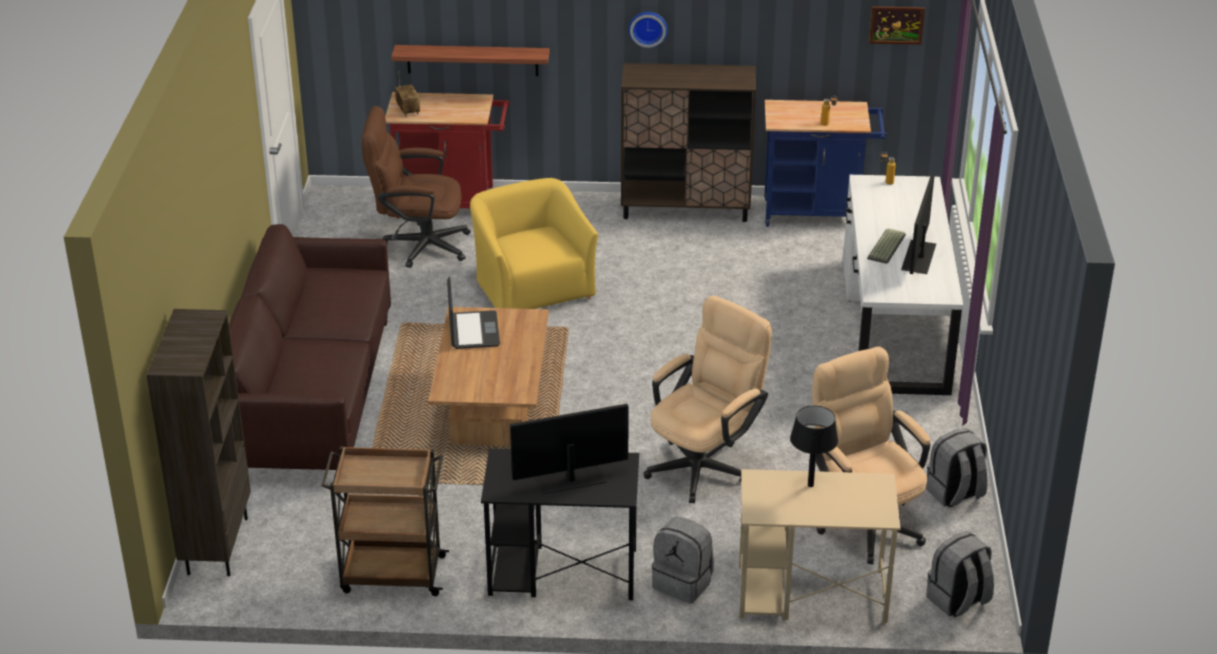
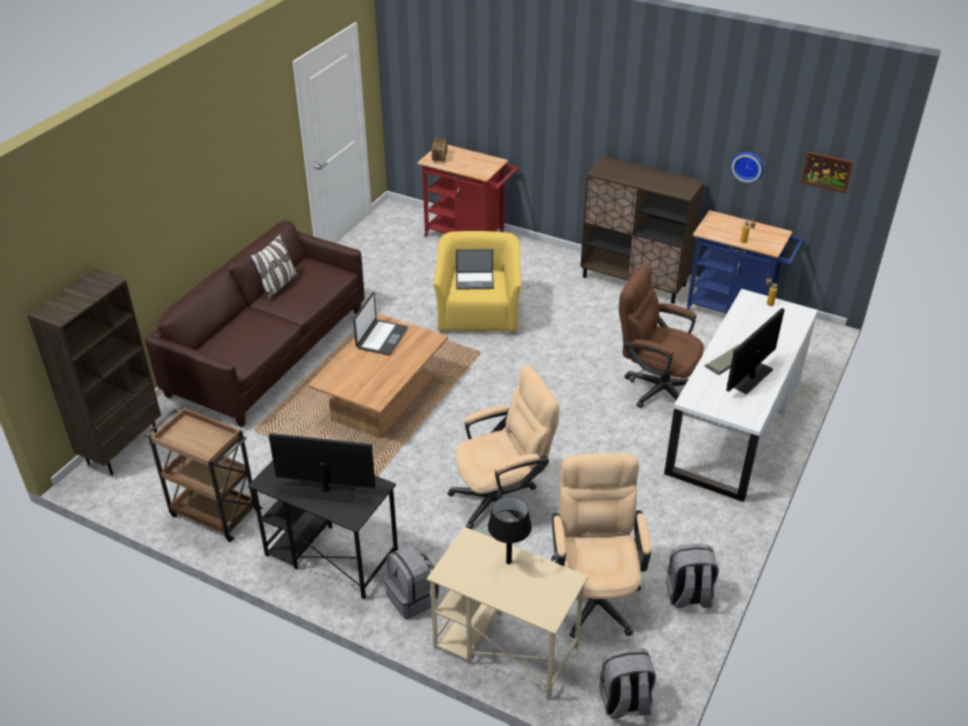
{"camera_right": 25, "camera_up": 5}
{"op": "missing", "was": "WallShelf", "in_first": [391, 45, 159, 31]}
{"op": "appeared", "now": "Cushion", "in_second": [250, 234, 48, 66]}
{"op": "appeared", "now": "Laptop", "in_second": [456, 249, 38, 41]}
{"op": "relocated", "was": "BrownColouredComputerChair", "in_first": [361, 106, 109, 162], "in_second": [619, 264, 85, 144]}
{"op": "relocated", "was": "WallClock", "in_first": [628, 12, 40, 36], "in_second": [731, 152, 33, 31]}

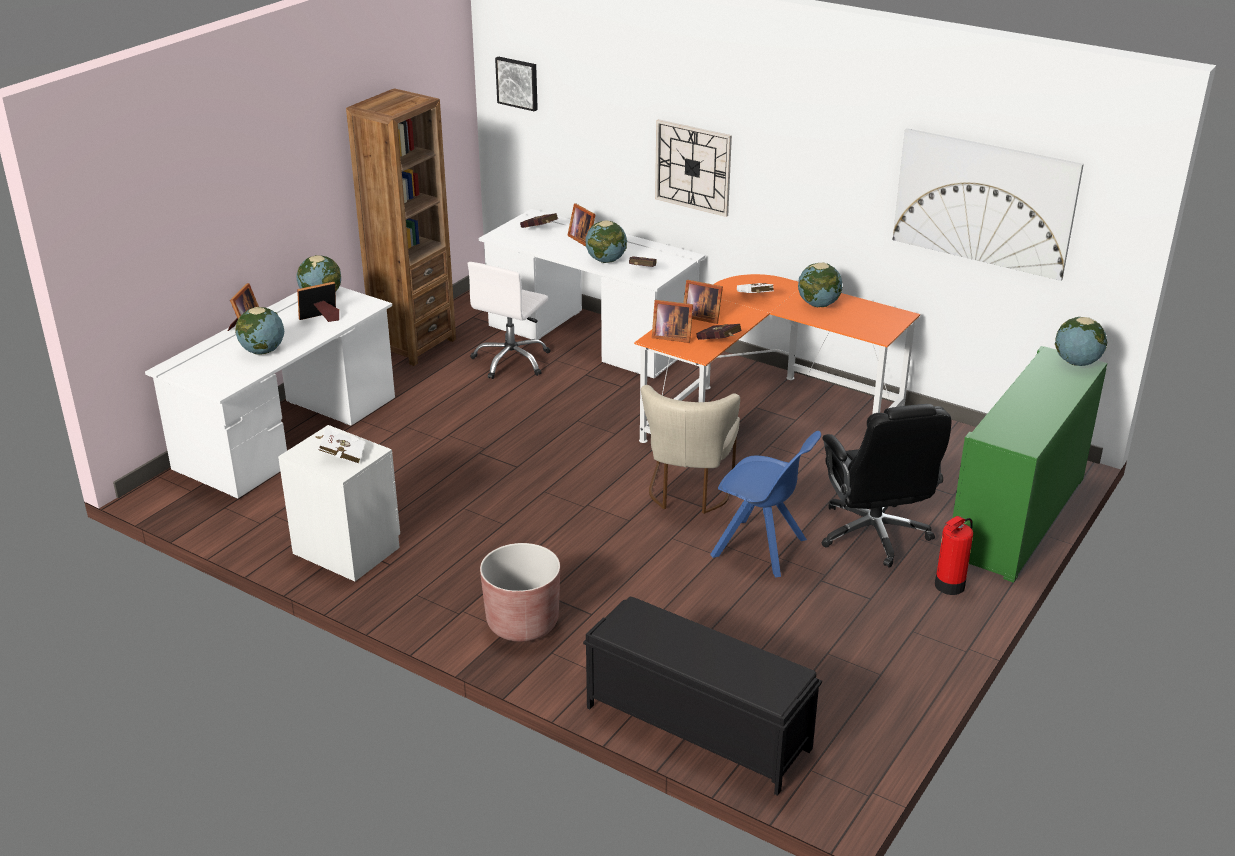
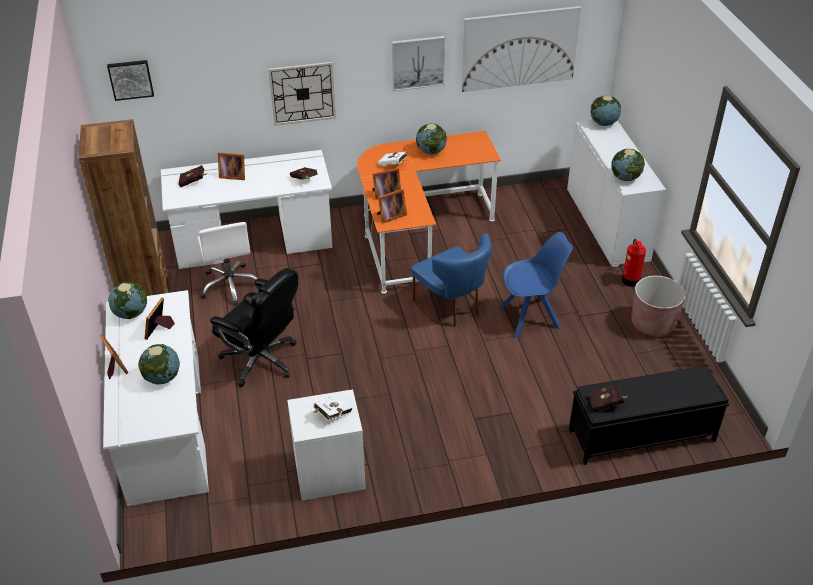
{"camera_right": -45, "camera_up": 10}
{"op": "appeared", "now": "Picture", "in_second": [392, 36, 53, 55]}
{"op": "relocated", "was": "BrownColouredPlanter", "in_first": [480, 543, 80, 99], "in_second": [631, 276, 54, 61]}
{"op": "relocated", "was": "DeskGlobe", "in_first": [585, 220, 42, 43], "in_second": [611, 149, 34, 32]}
{"op": "relocated", "was": "ReddishBook", "in_first": [696, 324, 46, 16], "in_second": [589, 384, 39, 28]}
{"op": "relocated", "was": "BlackComputerChair", "in_first": [822, 404, 129, 164], "in_second": [210, 268, 88, 119]}
{"op": "colour", "was": "BeigeColouredUprightChair", "now": "BlueColouredUprightChair", "in_first": [641, 385, 99, 129], "in_second": [411, 234, 81, 93]}
{"op": "colour", "was": "GreenColouredStorageCabinet", "now": "WhiteColouredStorageCabinet", "in_first": [953, 346, 154, 237], "in_second": [567, 119, 99, 148]}

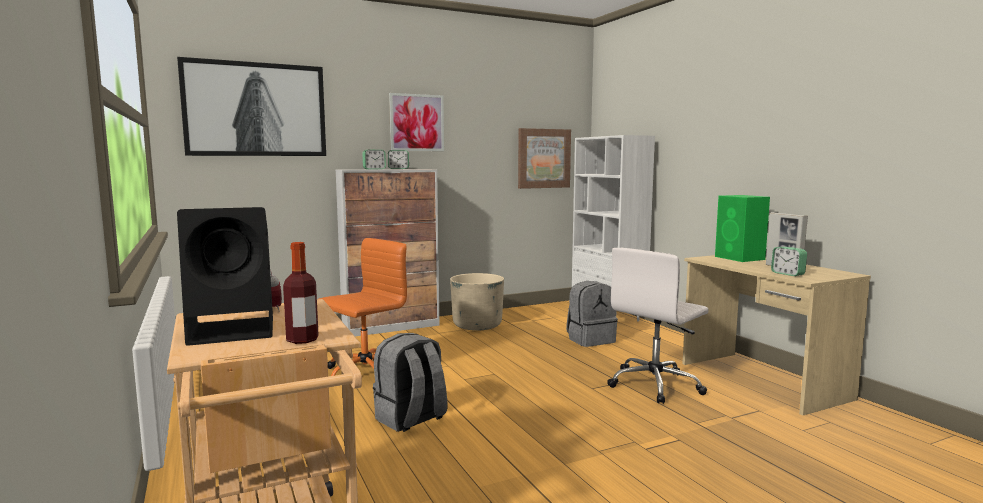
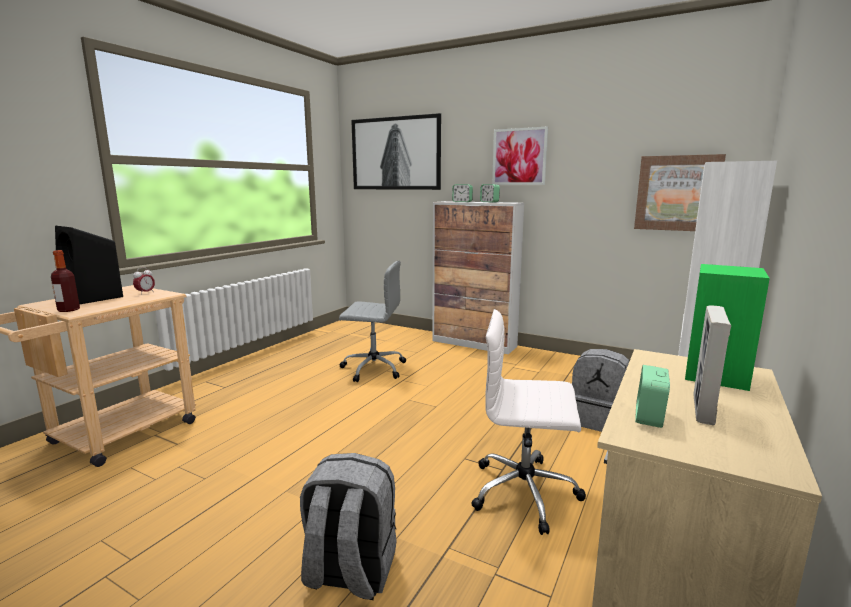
{"camera_right": 55, "camera_up": 5}
{"op": "missing", "was": "BeigeColouredPlanter", "in_first": [450, 273, 54, 58]}
{"op": "relocated", "was": "GrayBackpack", "in_first": [373, 333, 74, 99], "in_second": [300, 453, 97, 147]}
{"op": "colour", "was": "OrangeyComputerChair", "now": "GrayComputerChair", "in_first": [319, 238, 88, 138], "in_second": [339, 261, 67, 121]}

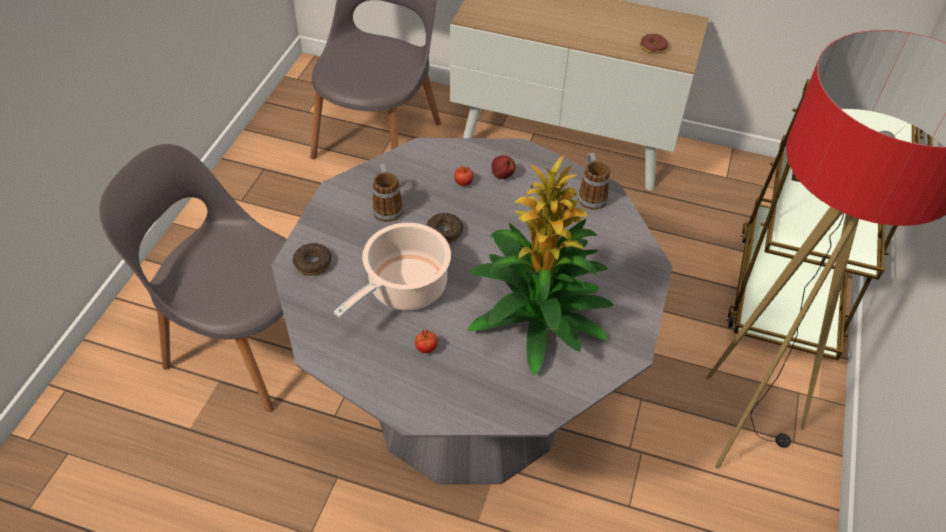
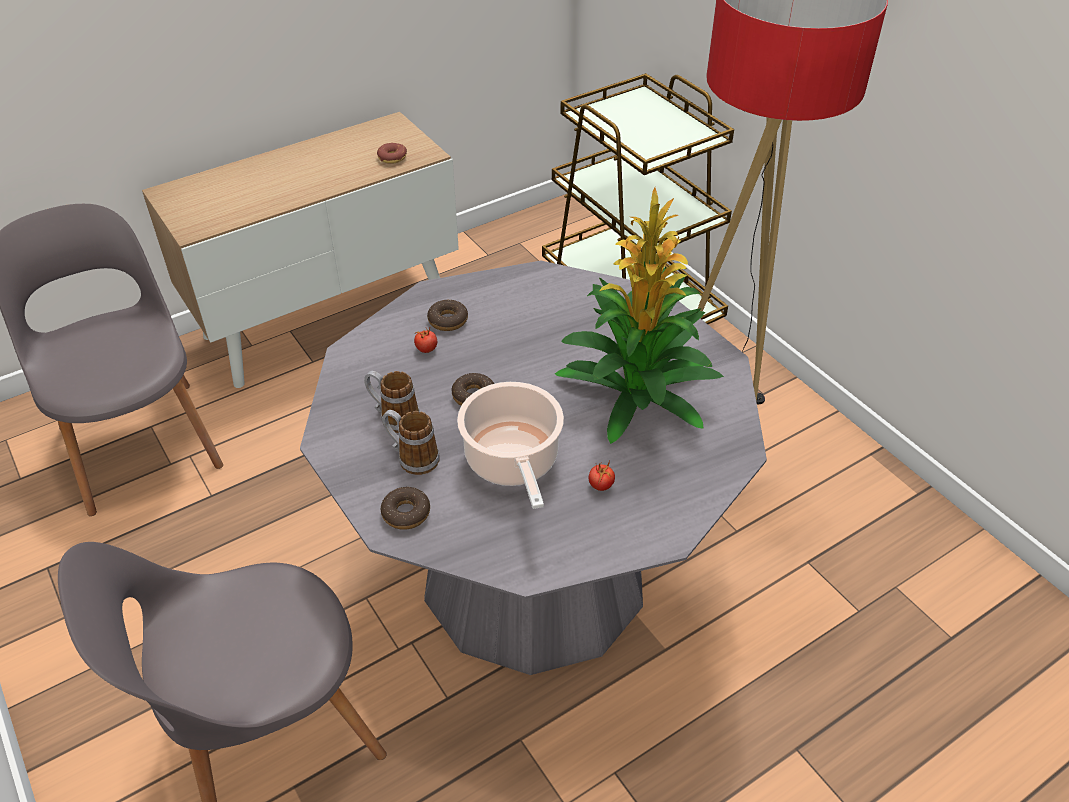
{"camera_right": -50, "camera_up": -5}
{"op": "relocated", "was": "TeaMug", "in_first": [578, 153, 32, 57], "in_second": [382, 410, 58, 65]}
{"op": "exchanged", "was": "WholeApple", "now": "Donut", "in_first": [492, 155, 24, 24], "in_second": [427, 300, 41, 31]}

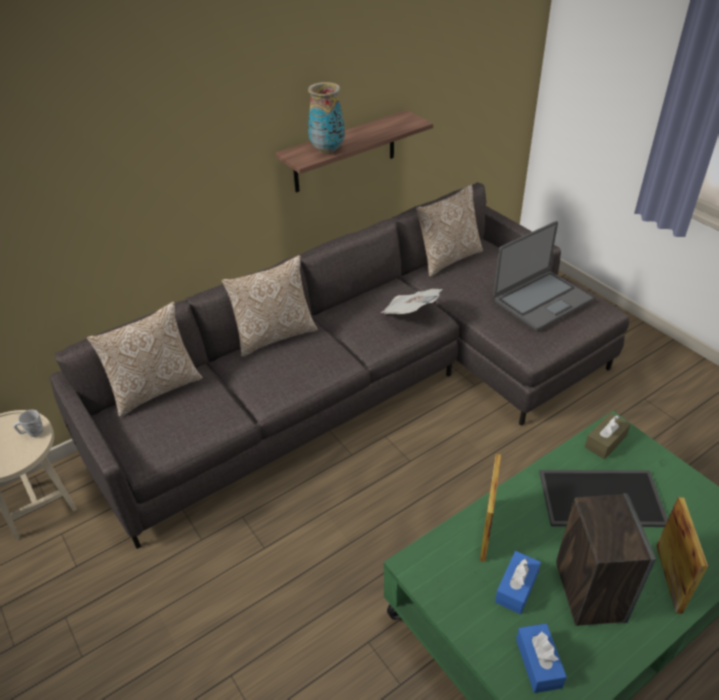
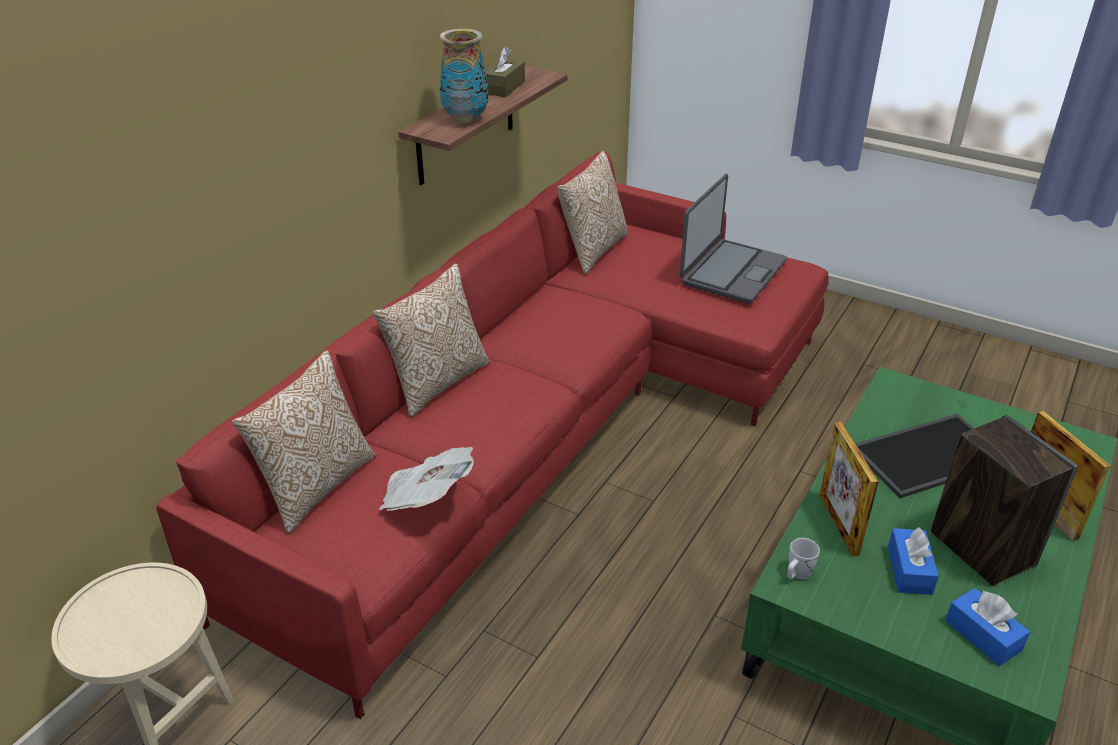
{"camera_right": -25, "camera_up": -5}
{"op": "relocated", "was": "WhiteColouredTeaMug", "in_first": [13, 410, 30, 27], "in_second": [788, 538, 32, 41]}
{"op": "relocated", "was": "DailyPaper", "in_first": [381, 289, 62, 25], "in_second": [379, 447, 95, 64]}
{"op": "relocated", "was": "BrownColouredBoxOfTissues", "in_first": [585, 413, 46, 46], "in_second": [485, 47, 40, 50]}
{"op": "colour", "was": "GraySofa", "now": "ReddishSofa", "in_first": [50, 182, 579, 367], "in_second": [157, 151, 672, 568]}

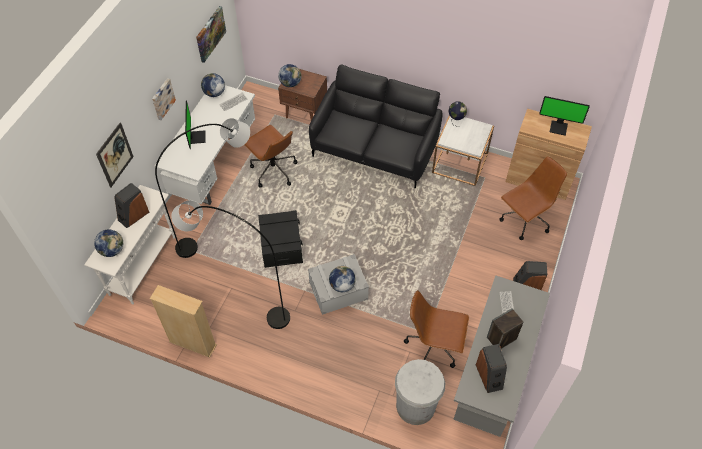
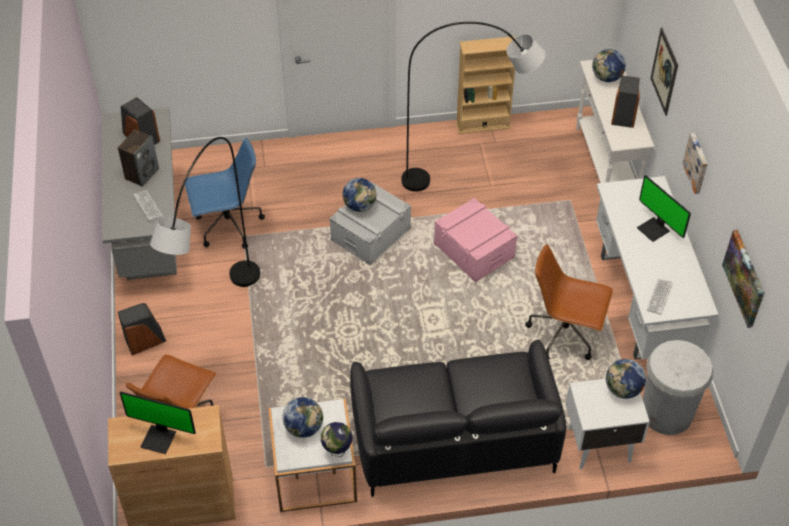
{"camera_right": 150, "camera_up": -5}
{"op": "relocated", "was": "GrayStandardLamp", "in_first": [155, 118, 95, 140], "in_second": [150, 137, 110, 150]}
{"op": "relocated", "was": "DeskGlobe", "in_first": [201, 73, 24, 24], "in_second": [283, 397, 40, 41]}
{"op": "relocated", "was": "WhiteColouredTrashCan", "in_first": [395, 359, 50, 66], "in_second": [643, 340, 70, 95]}
{"op": "colour", "was": "BlackStorageContainer", "now": "PinkishStorageContainer", "in_first": [258, 210, 45, 58], "in_second": [434, 198, 84, 84]}
{"op": "colour", "was": "BrownColouredNightTable", "now": "WhiteColouredNightTable", "in_first": [278, 69, 49, 51], "in_second": [566, 379, 84, 90]}
{"op": "colour", "was": "BrownColouredComputerChair", "now": "BlueColouredComputerChair", "in_first": [404, 290, 65, 78], "in_second": [185, 138, 80, 111]}
{"op": "spun", "was": "Monitor", "in_first": [539, 96, 51, 39], "in_second": [120, 392, 76, 62], "clockwise": -150}

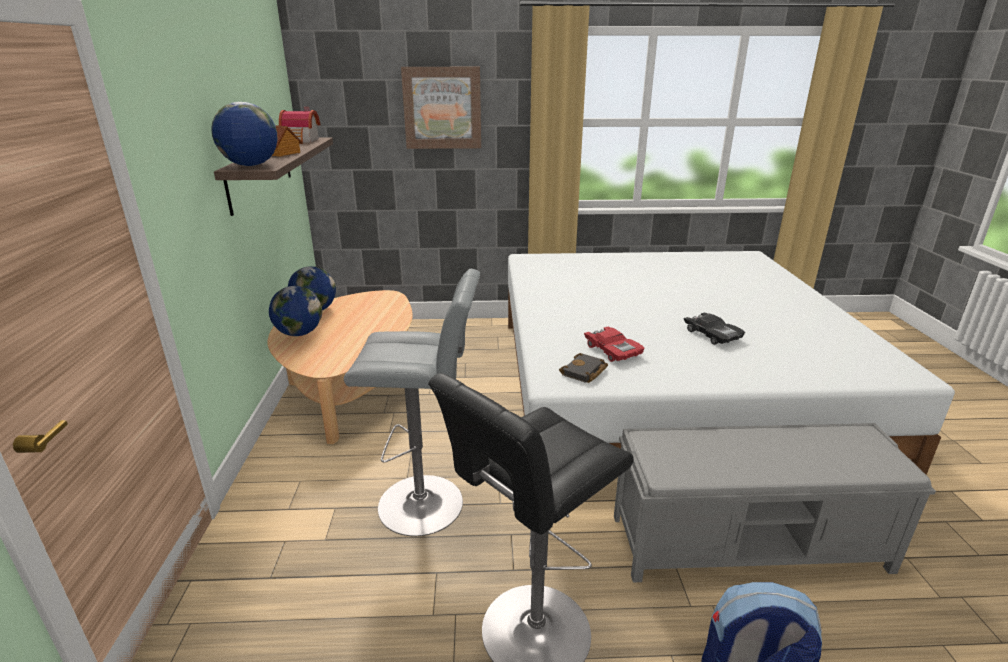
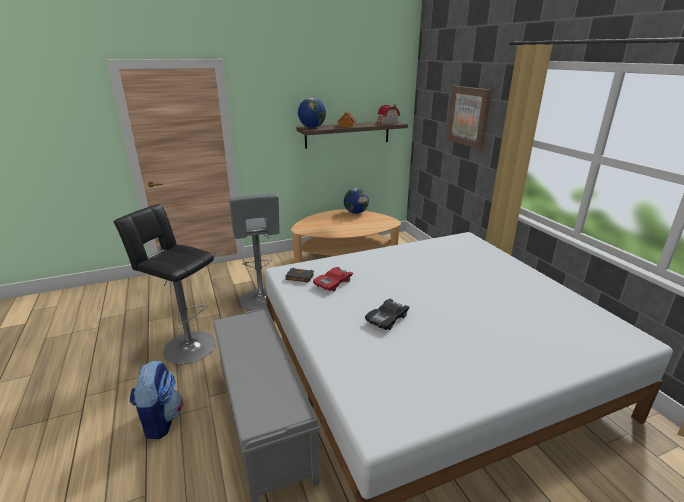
{"camera_right": 70, "camera_up": 0}
{"op": "missing", "was": "DeskGlobe", "in_first": [269, 286, 53, 50]}

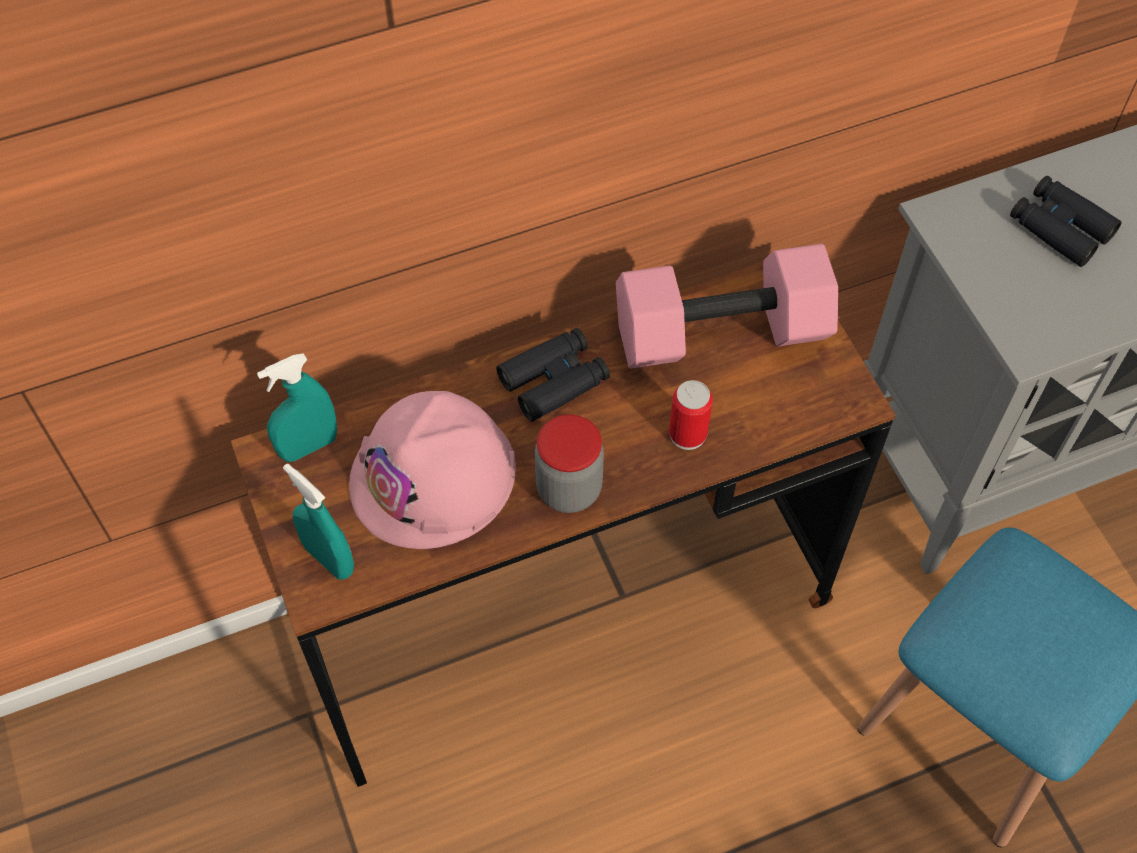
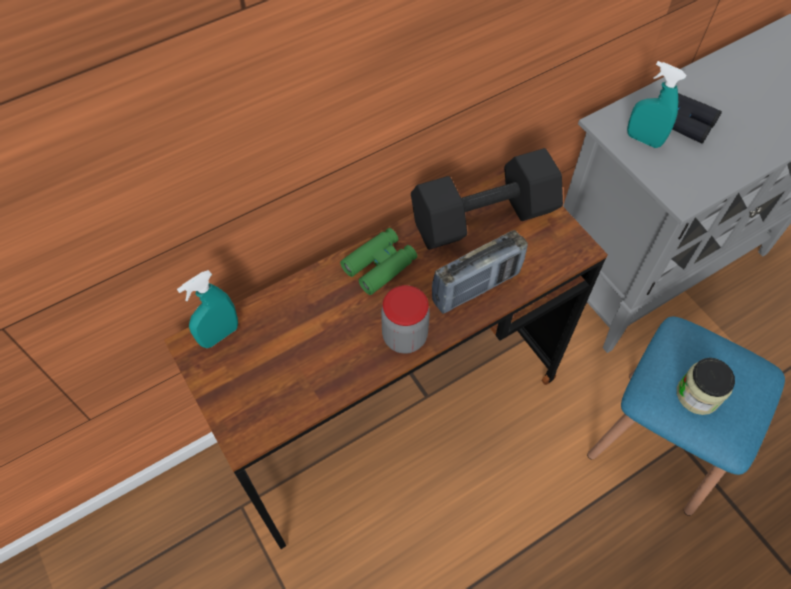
{"camera_right": -10, "camera_up": 0}
{"op": "missing", "was": "PinkishSafetyHelmet", "in_first": [349, 391, 167, 158]}
{"op": "appeared", "now": "PreserveJar", "in_second": [677, 358, 58, 57]}
{"op": "relocated", "was": "BlueGreenSprayer", "in_first": [283, 464, 71, 116], "in_second": [627, 61, 60, 87]}
{"op": "exchanged", "was": "MetalCan", "now": "RadioSet", "in_first": [669, 380, 44, 70], "in_second": [432, 230, 96, 84]}
{"op": "colour", "was": "BlackPairOfBinoculars", "now": "GreenColouredPairOfBinoculars", "in_first": [496, 328, 114, 94], "in_second": [340, 228, 77, 67]}
{"op": "colour", "was": "PinkishHandWeight", "now": "BlackHandWeight", "in_first": [616, 244, 222, 125], "in_second": [411, 148, 152, 102]}

